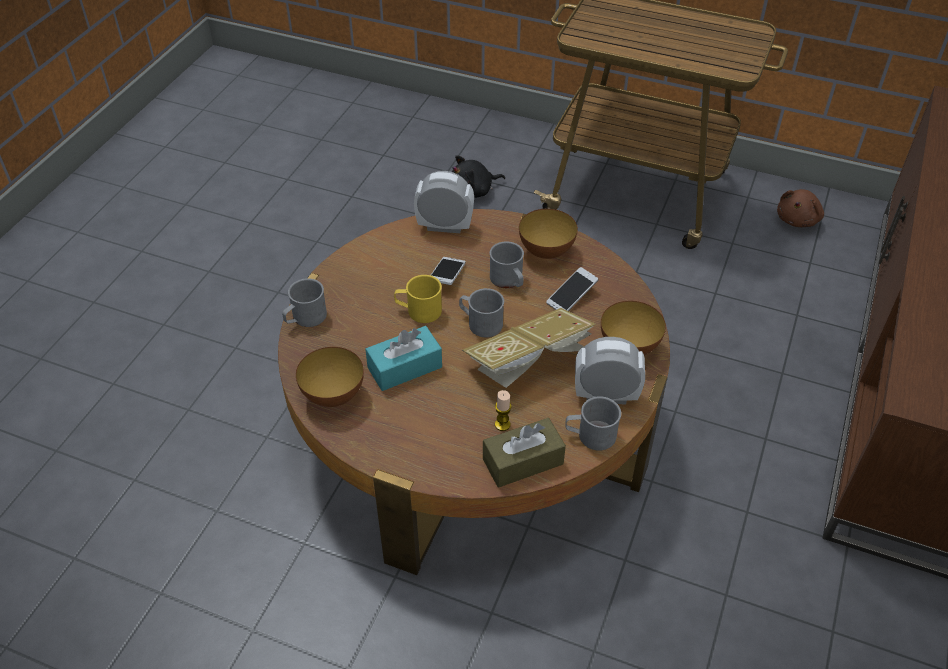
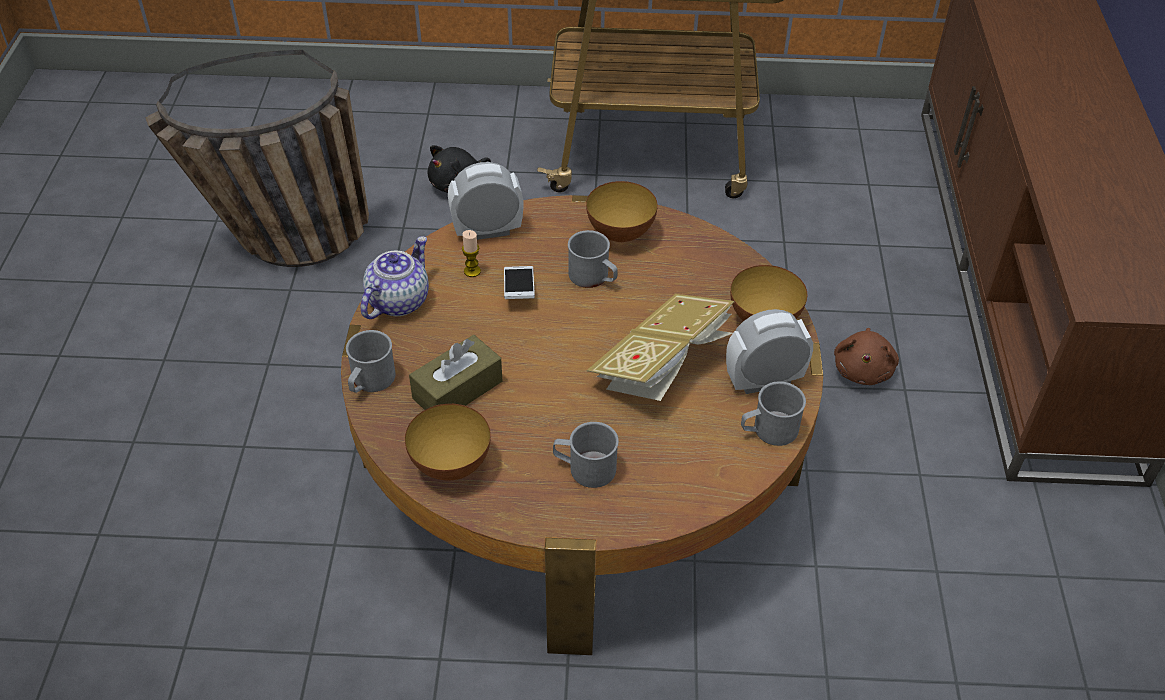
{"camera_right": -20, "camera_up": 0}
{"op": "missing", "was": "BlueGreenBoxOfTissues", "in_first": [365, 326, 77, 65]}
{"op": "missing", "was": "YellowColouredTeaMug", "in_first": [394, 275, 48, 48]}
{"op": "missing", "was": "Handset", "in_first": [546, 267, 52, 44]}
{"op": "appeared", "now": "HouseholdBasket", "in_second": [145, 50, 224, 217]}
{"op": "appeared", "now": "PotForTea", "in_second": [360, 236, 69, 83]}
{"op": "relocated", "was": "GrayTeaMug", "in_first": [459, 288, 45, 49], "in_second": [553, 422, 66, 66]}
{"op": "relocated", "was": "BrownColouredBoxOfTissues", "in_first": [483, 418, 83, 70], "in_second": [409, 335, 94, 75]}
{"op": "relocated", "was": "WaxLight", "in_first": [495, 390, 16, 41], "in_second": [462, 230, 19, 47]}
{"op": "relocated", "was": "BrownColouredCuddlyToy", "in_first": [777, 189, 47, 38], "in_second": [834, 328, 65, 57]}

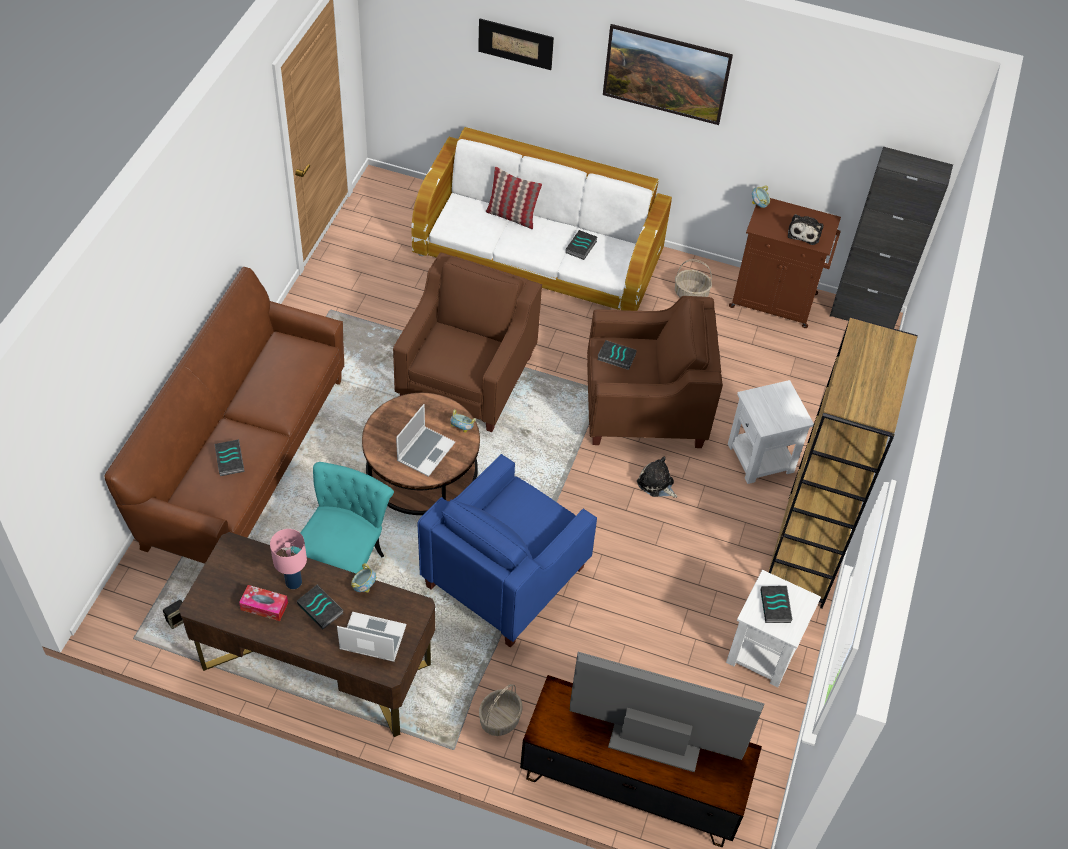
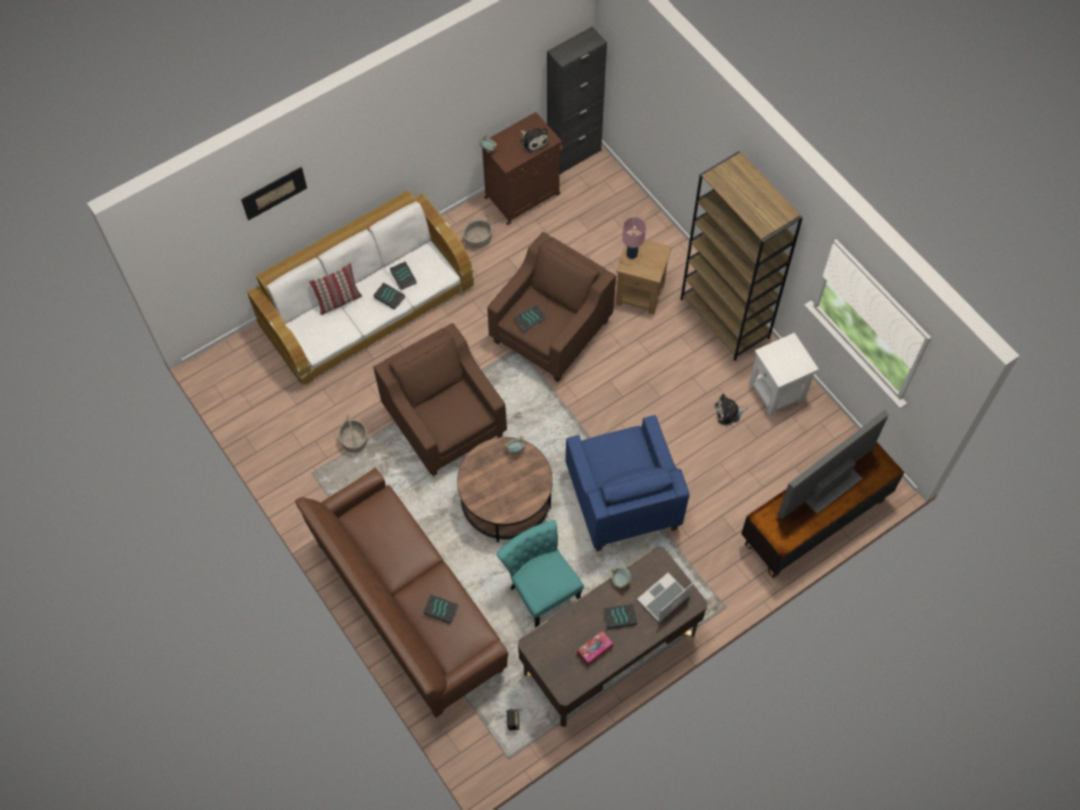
{"camera_right": -50, "camera_up": 10}
{"op": "missing", "was": "Laptop", "in_first": [396, 404, 59, 73]}
{"op": "missing", "was": "Picture", "in_first": [603, 24, 130, 101]}
{"op": "relocated", "was": "PinkishLampForATable", "in_first": [270, 529, 37, 60], "in_second": [622, 217, 24, 42]}
{"op": "relocated", "was": "HouseholdBasket", "in_first": [479, 684, 43, 52], "in_second": [338, 414, 30, 39]}
{"op": "relocated", "was": "CuddlyToy", "in_first": [637, 457, 41, 41], "in_second": [715, 394, 32, 31]}
{"op": "relocated", "was": "Book", "in_first": [760, 586, 32, 37], "in_second": [373, 283, 32, 27]}
{"op": "colour", "was": "WhiteColouredSideTable", "now": "BrownColouredSideTable", "in_first": [728, 380, 86, 104], "in_second": [616, 240, 56, 75]}

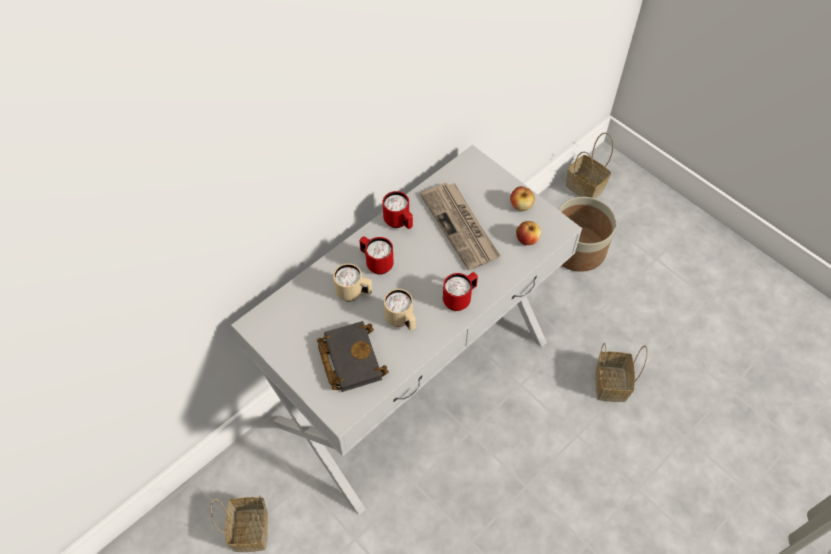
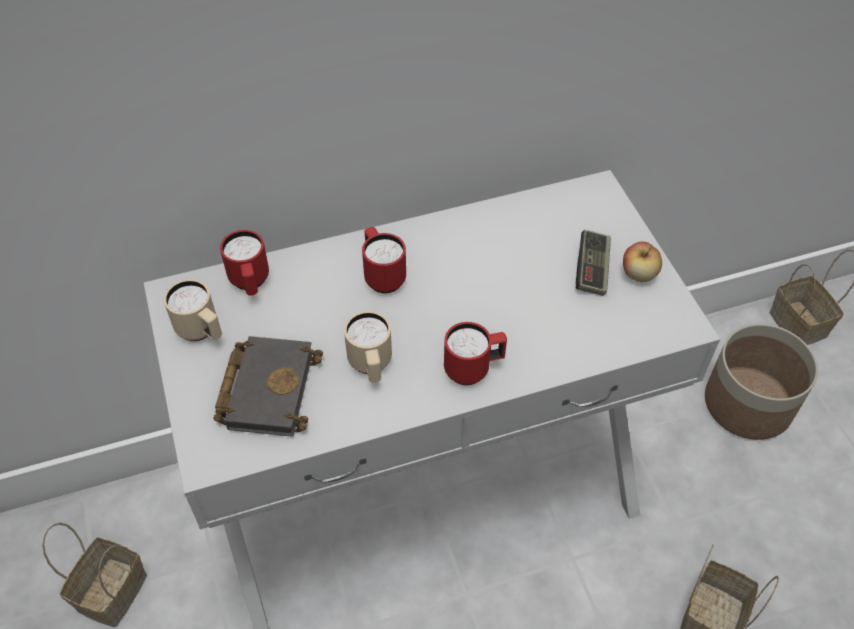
{"camera_right": 25, "camera_up": -5}
{"op": "missing", "was": "DailyPaper", "in_first": [420, 183, 80, 88]}
{"op": "missing", "was": "WholeApple", "in_first": [516, 221, 25, 24]}
{"op": "appeared", "now": "GameController", "in_second": [576, 230, 35, 66]}
{"op": "relocated", "was": "BeigeColouredTeaMug", "in_first": [333, 263, 39, 38], "in_second": [164, 279, 58, 62]}
{"op": "relocated", "was": "ReddishTeaMug", "in_first": [383, 191, 30, 38], "in_second": [220, 230, 49, 66]}

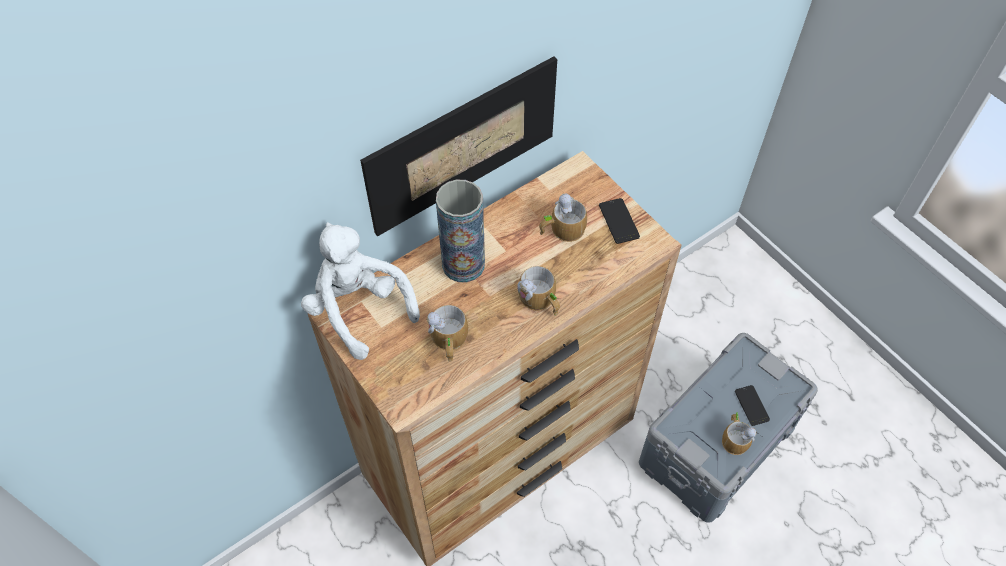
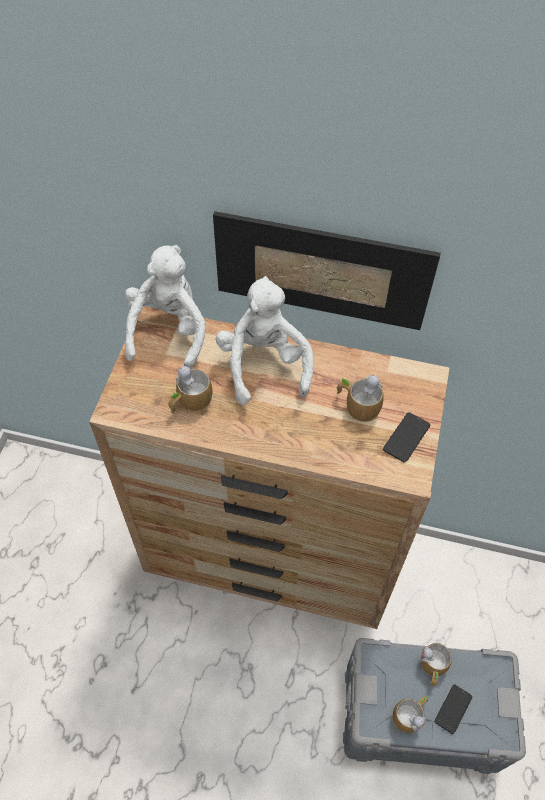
{"camera_right": 50, "camera_up": 0}
{"op": "relocated", "was": "TeaMug", "in_first": [517, 266, 43, 50], "in_second": [421, 643, 31, 44]}
{"op": "exchanged", "was": "Vase", "now": "WhiteColouredCuddlyToy", "in_first": [436, 179, 49, 104], "in_second": [216, 276, 98, 129]}

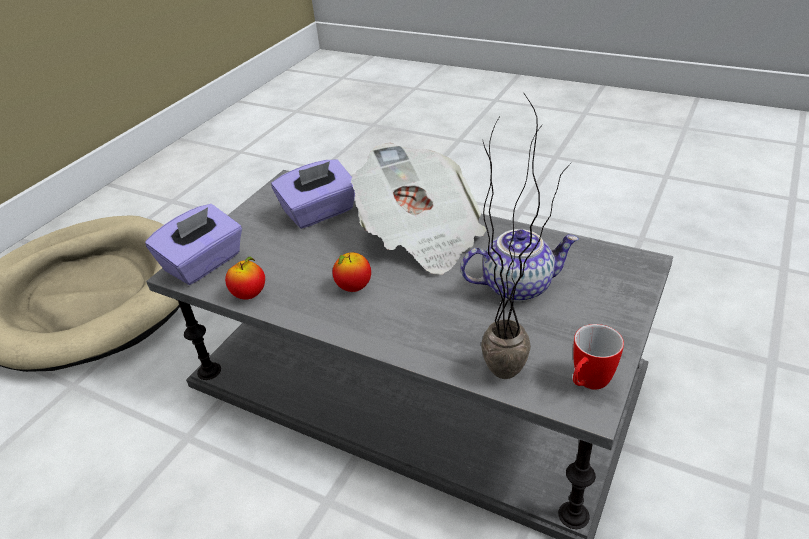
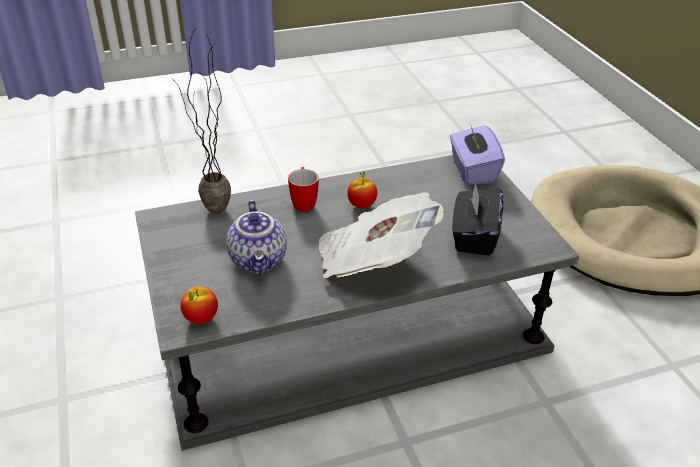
{"camera_right": 130, "camera_up": 0}
{"op": "relocated", "was": "WholeApple", "in_first": [225, 256, 40, 43], "in_second": [181, 287, 37, 37]}
{"op": "relocated", "was": "TeaMug", "in_first": [573, 324, 51, 66], "in_second": [288, 167, 31, 45]}
{"op": "colour", "was": "PurplishBoxOfTissues", "now": "BlackBoxOfTissues", "in_first": [271, 159, 84, 70], "in_second": [452, 182, 51, 74]}
{"op": "spun", "was": "PotForTea", "in_first": [461, 229, 118, 73], "in_second": [226, 200, 61, 75], "clockwise": -45}

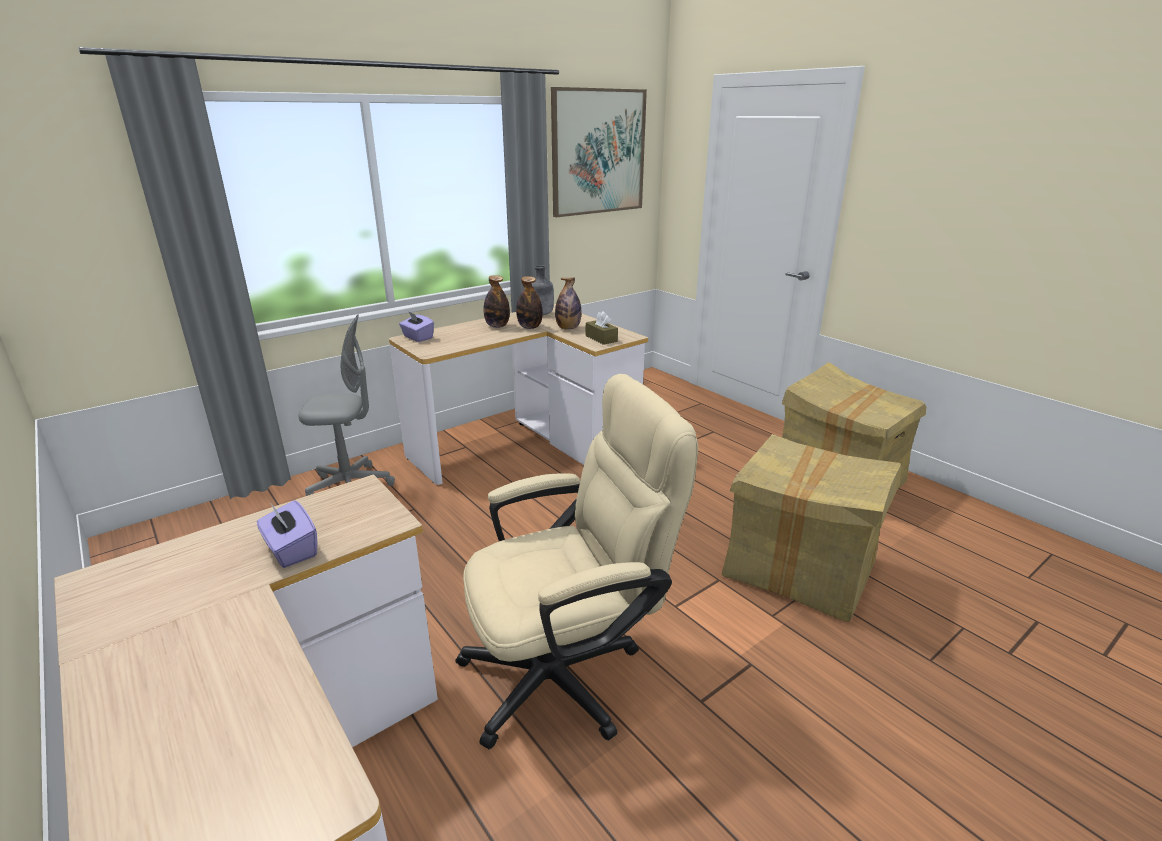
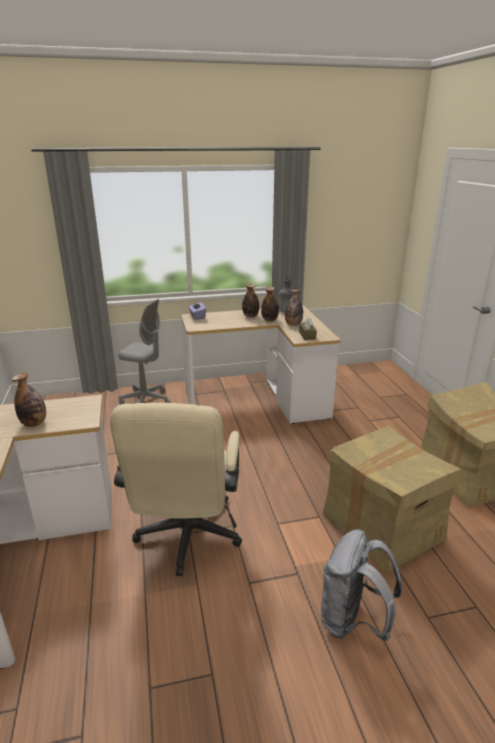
{"camera_right": 25, "camera_up": 0}
{"op": "missing", "was": "Picture", "in_first": [551, 87, 96, 130]}
{"op": "appeared", "now": "GrayBackpack", "in_second": [321, 529, 81, 112]}
{"op": "exchanged", "was": "PurplishBoxOfTissues", "now": "DrinkBottle", "in_first": [257, 500, 61, 68], "in_second": [12, 373, 34, 54]}
{"op": "spun", "was": "BeigeColouredComputerChair", "in_first": [455, 374, 243, 375], "in_second": [110, 403, 132, 173], "clockwise": 90}

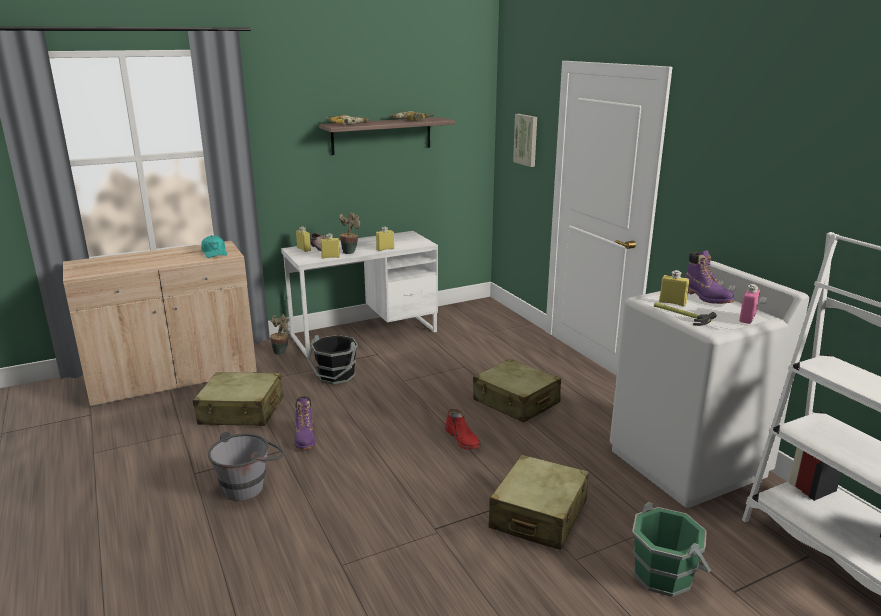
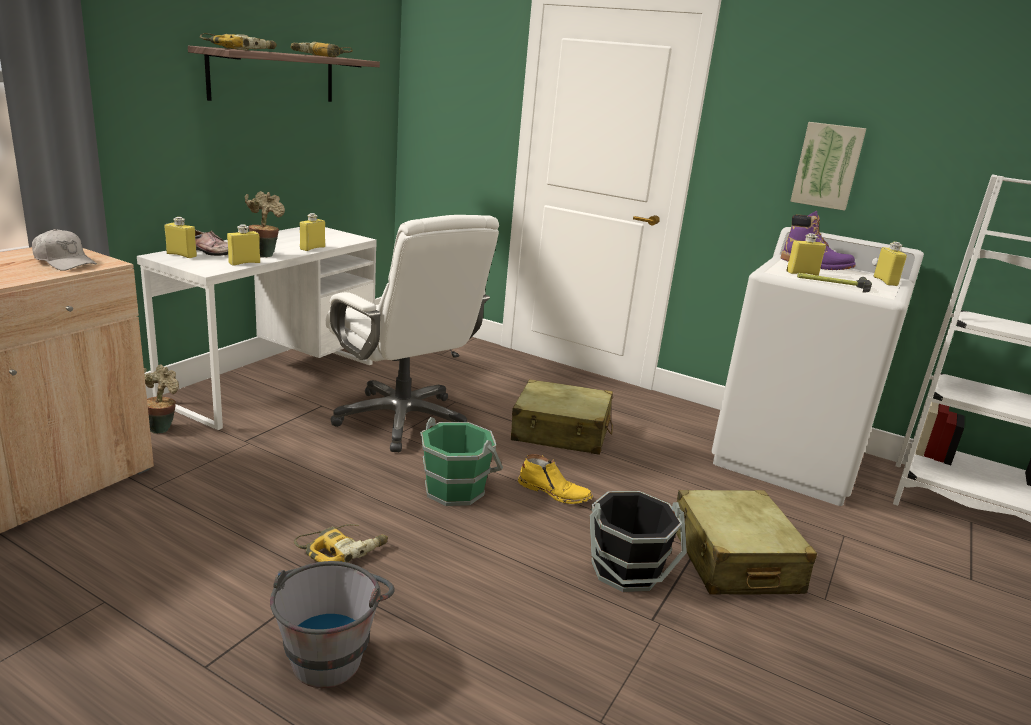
{"camera_right": -35, "camera_up": 0}
{"op": "missing", "was": "BeigeColouredSuitcase", "in_first": [193, 372, 90, 54]}
{"op": "appeared", "now": "WhiteColouredComputerChair", "in_second": [326, 215, 173, 237]}
{"op": "relocated", "was": "BlackBucket", "in_first": [307, 335, 51, 50], "in_second": [590, 491, 97, 101]}
{"op": "relocated", "was": "Picture", "in_first": [513, 114, 24, 53], "in_second": [790, 122, 77, 89]}
{"op": "relocated", "was": "GreenColouredBucket", "in_first": [632, 502, 79, 95], "in_second": [420, 417, 83, 89]}
{"op": "exchanged", "was": "PurplishHighTopBoot", "now": "PowerDrill", "in_first": [294, 396, 22, 54], "in_second": [294, 524, 94, 38]}
{"op": "colour", "was": "BlueGreenPeakedCap", "now": "WhiteColouredPeakedCap", "in_first": [201, 235, 26, 23], "in_second": [32, 229, 65, 42]}
{"op": "colour", "was": "ReddishHighTopBoot", "now": "YellowColouredHighTopBoot", "in_first": [445, 409, 36, 41], "in_second": [518, 454, 75, 50]}
{"op": "colour", "was": "PinkishDrinkBottle", "now": "YellowColouredDrinkBottle", "in_first": [739, 284, 21, 40], "in_second": [874, 242, 33, 44]}

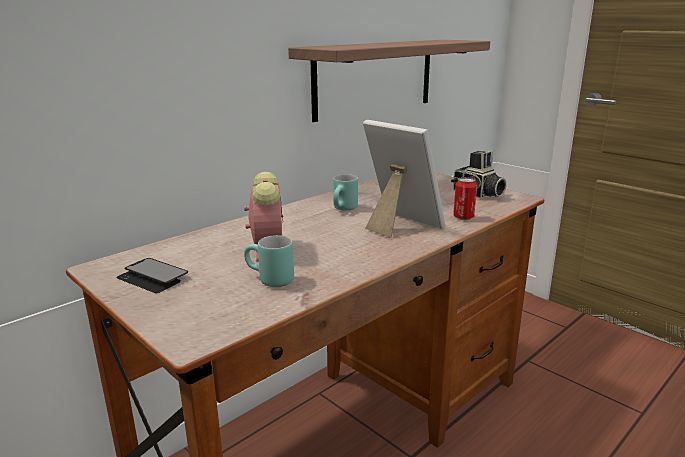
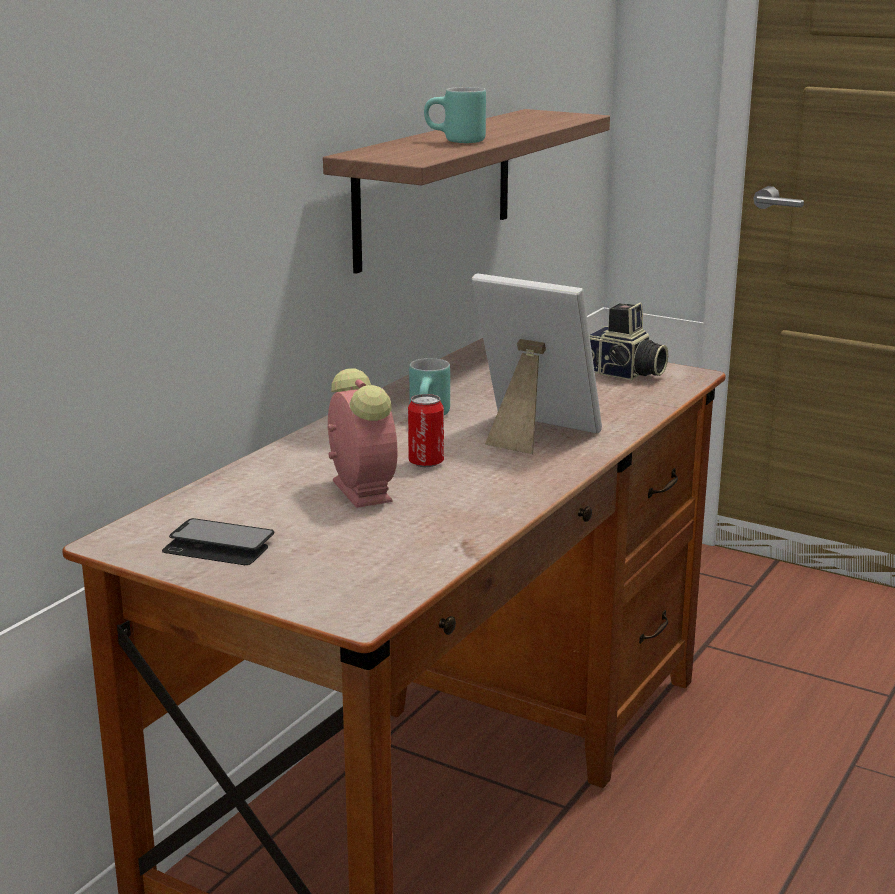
{"camera_right": -15, "camera_up": 0}
{"op": "relocated", "was": "BlueGreenTeaMug", "in_first": [244, 235, 50, 52], "in_second": [424, 87, 62, 56]}
{"op": "relocated", "was": "MetalCan", "in_first": [453, 177, 24, 43], "in_second": [408, 394, 36, 73]}

